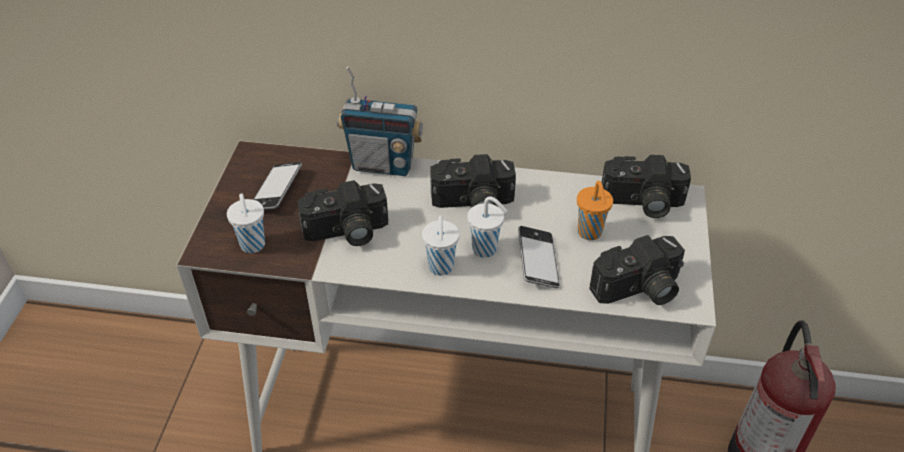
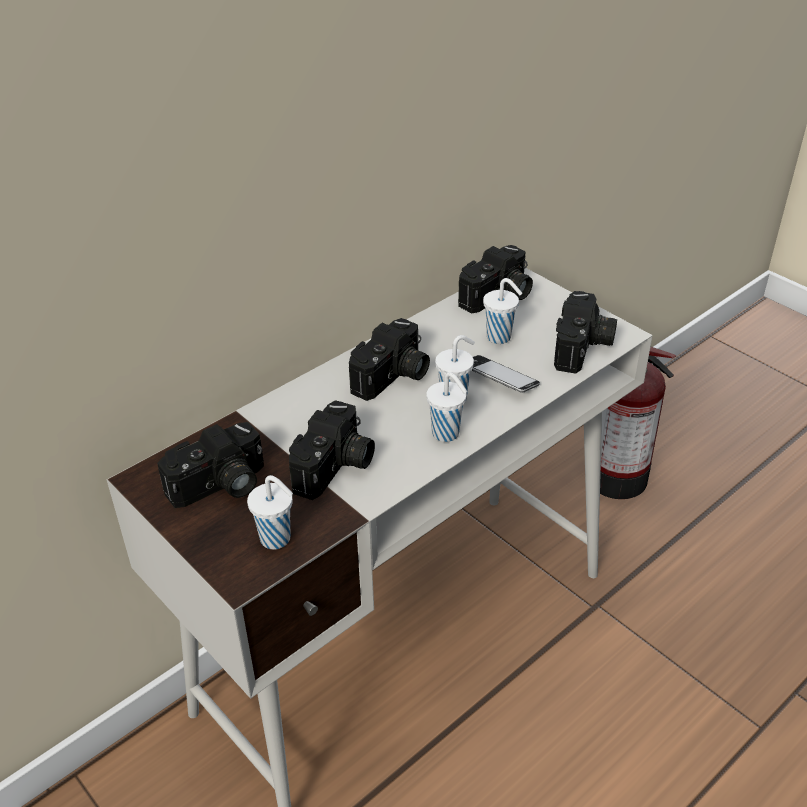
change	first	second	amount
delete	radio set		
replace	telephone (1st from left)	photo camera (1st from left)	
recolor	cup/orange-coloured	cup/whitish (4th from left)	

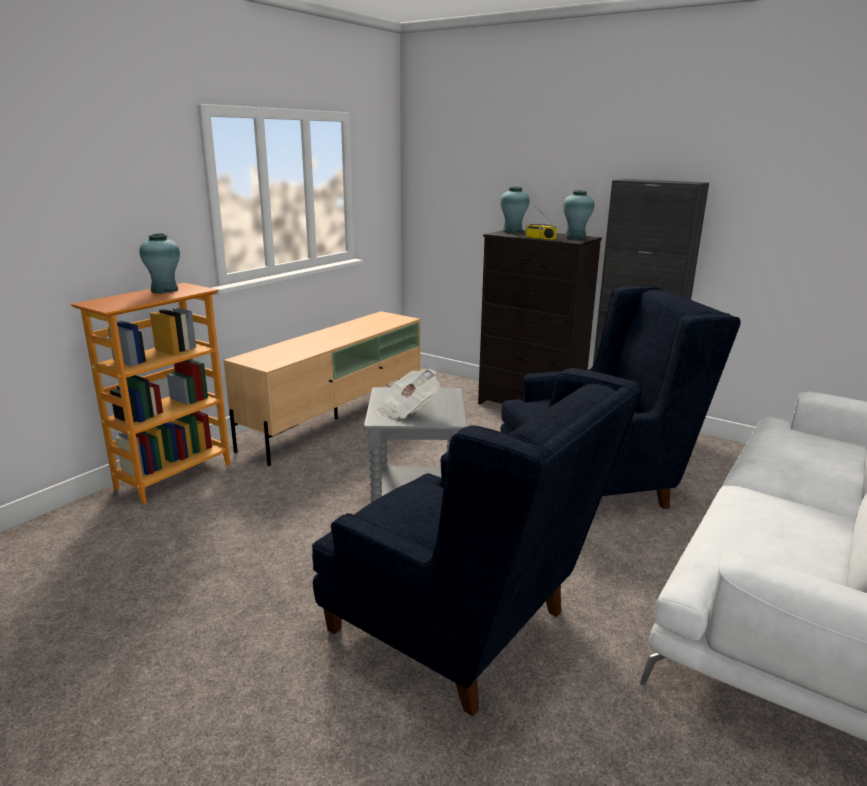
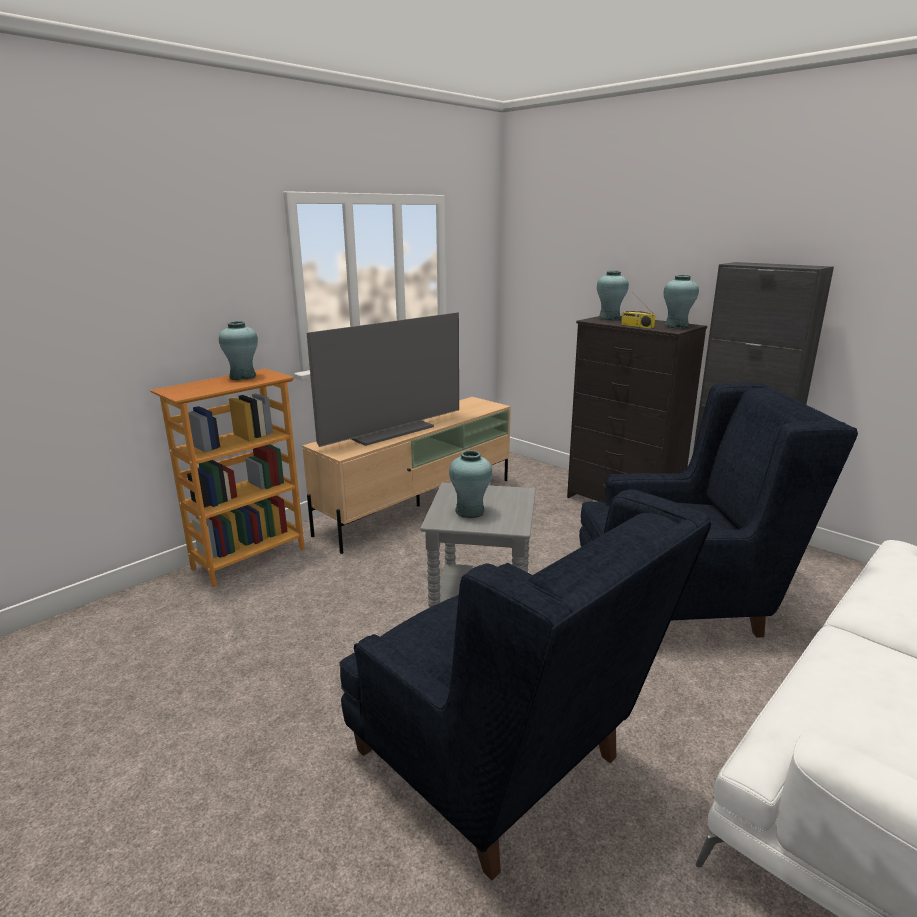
change	first	second	amount
insert		television	
replace	printed paper	vase/blue-green (2nd from left)	

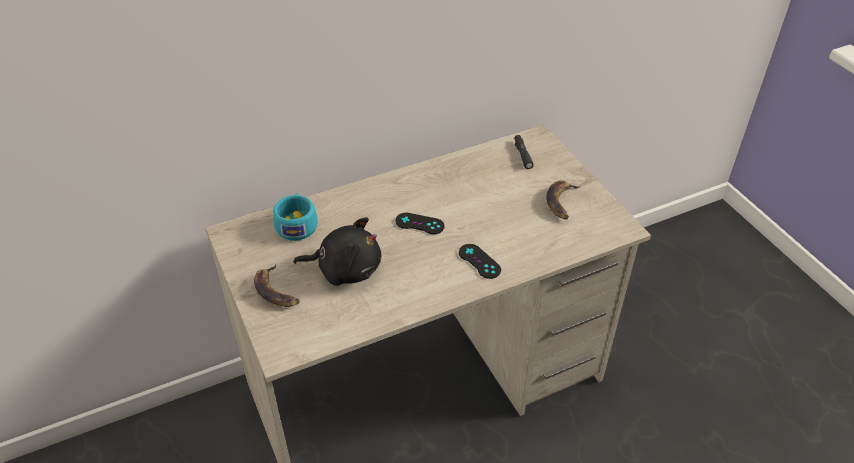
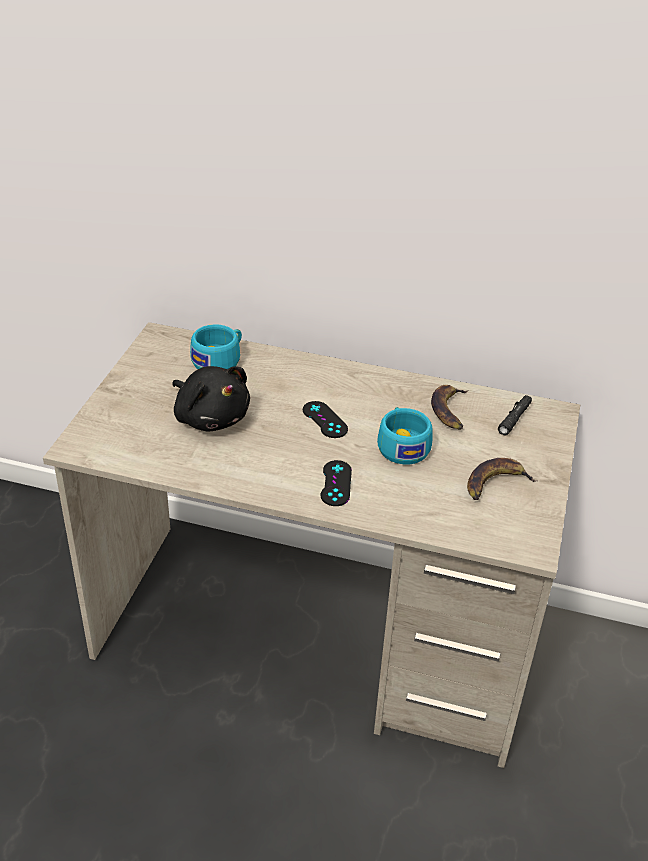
change	first	second	amount
insert		cup/blue-green (2nd from left)	
move	banana (1st from left)		

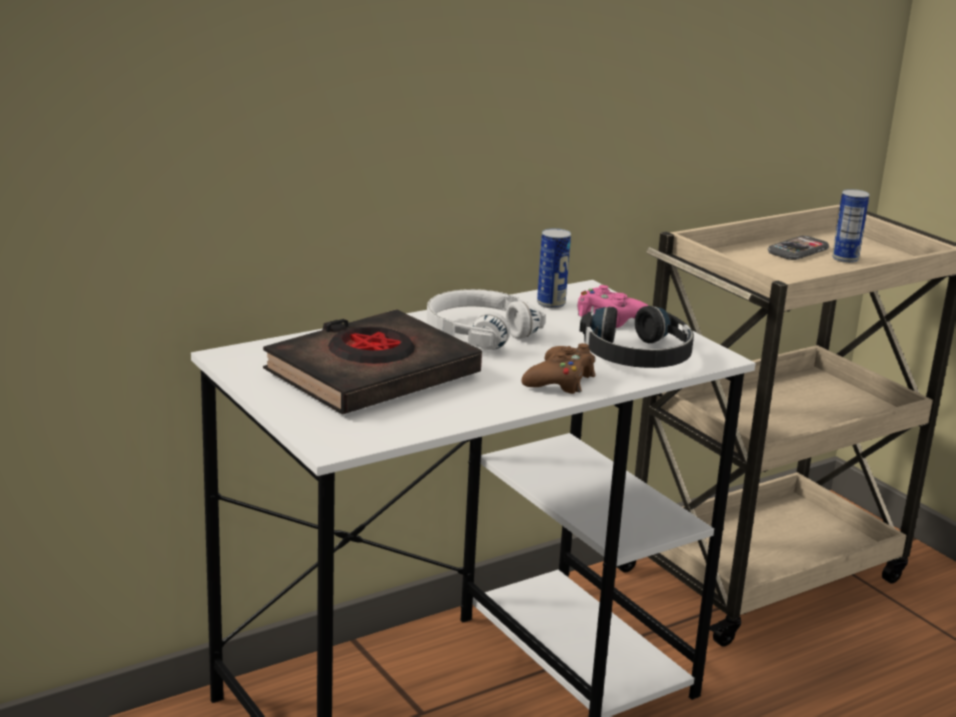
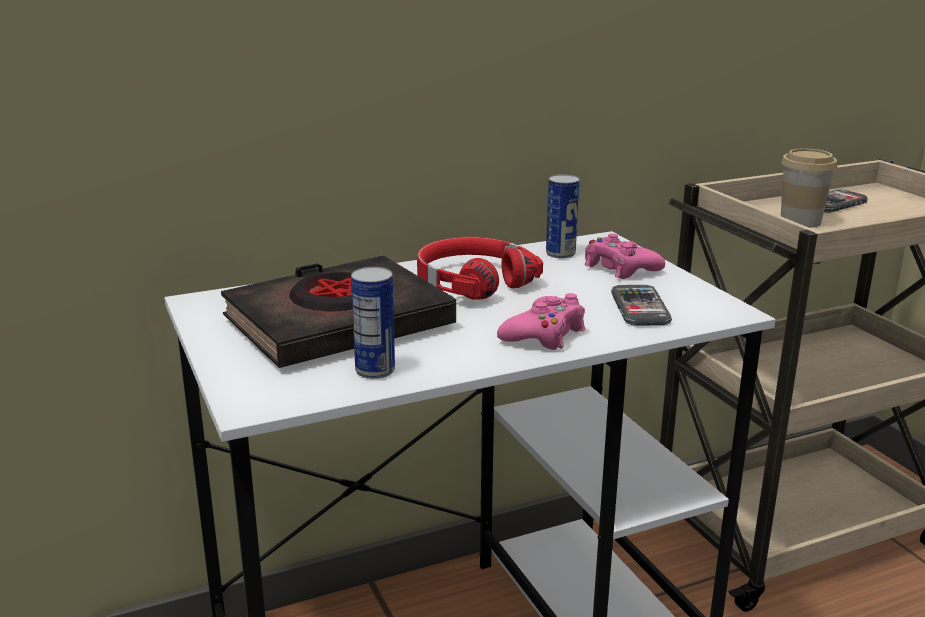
change	first	second	amount
insert		cup	
move	can (2nd from left in the first image)	can (1st from left)	
replace	headphones/black	telephone (1st from left)	
recolor	headphones/whitish	headphones/reddish	
recolor	joypad/brownish	joypad/pinkish (1st from left)	

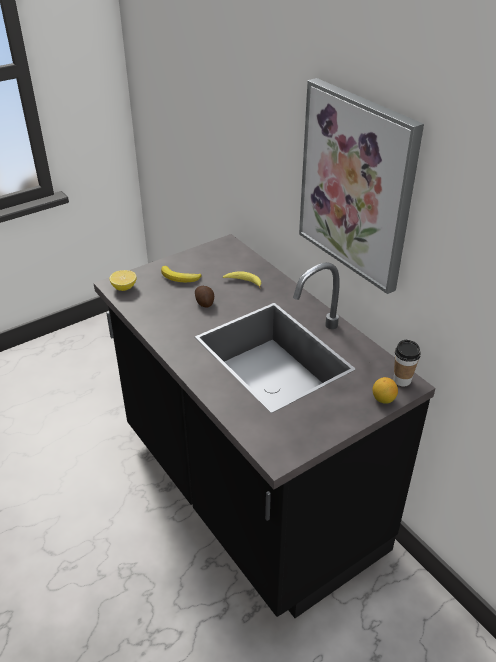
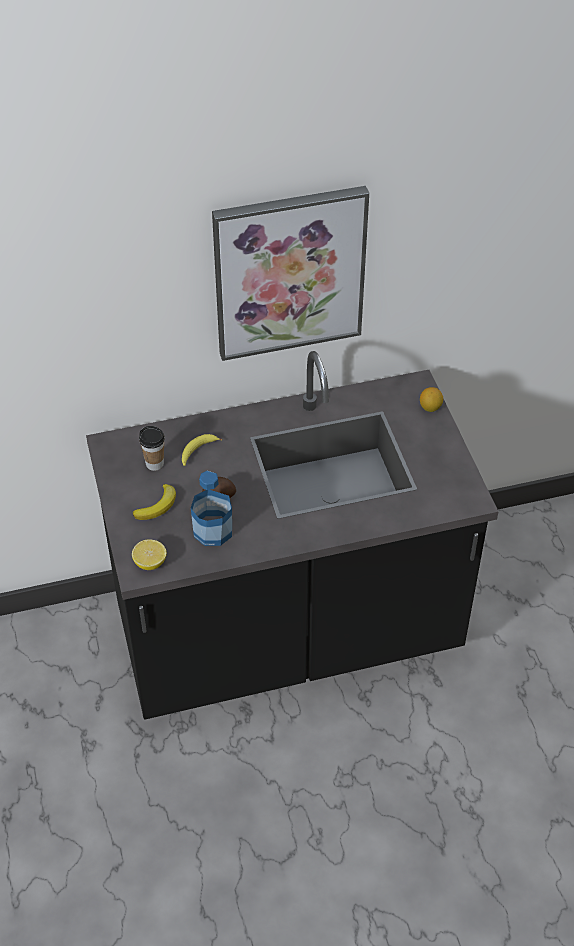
change	first	second	amount
insert		beverage bottle	
move	cup		

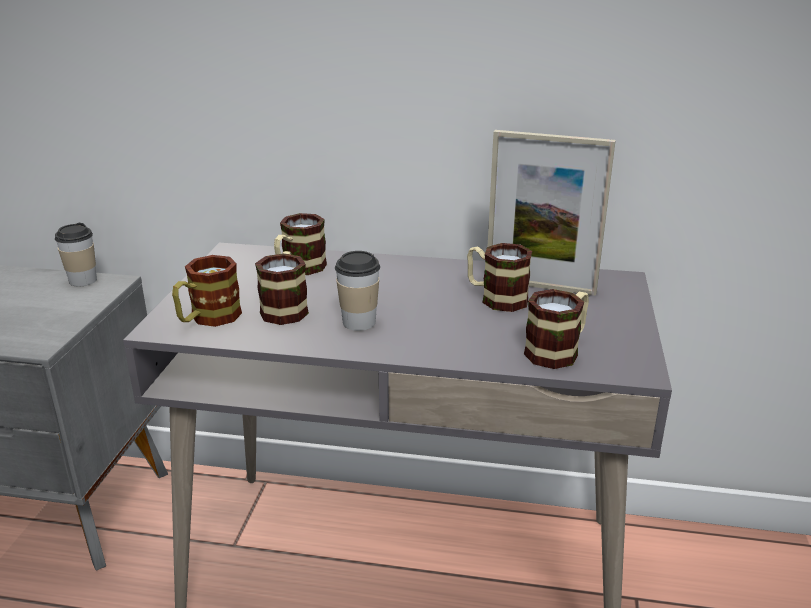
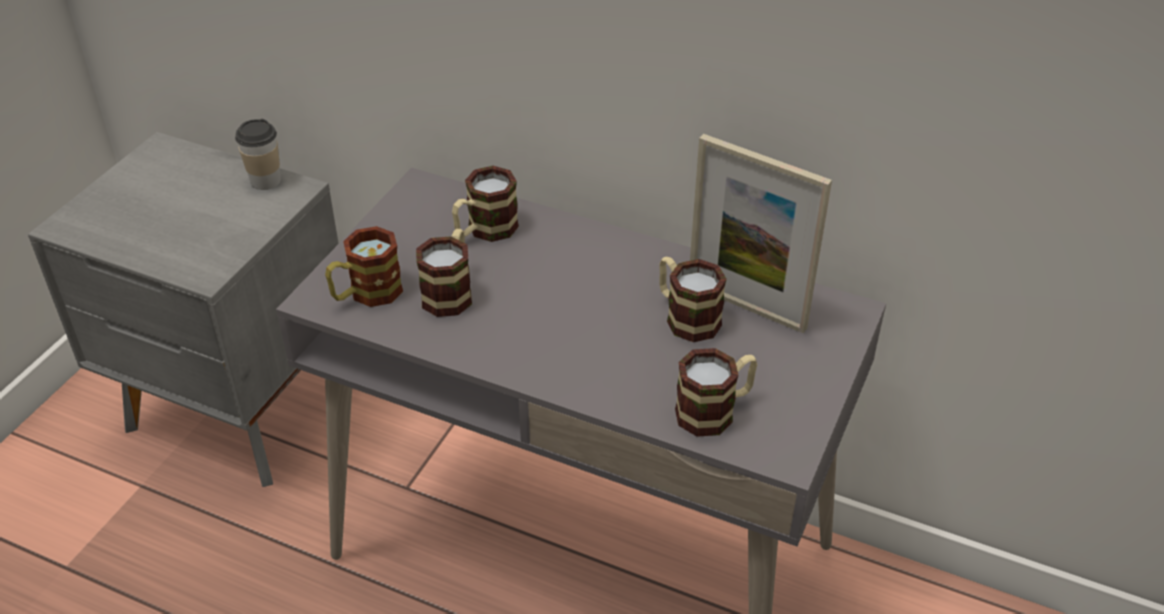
change	first	second	amount
delete	cup (2nd from left)		

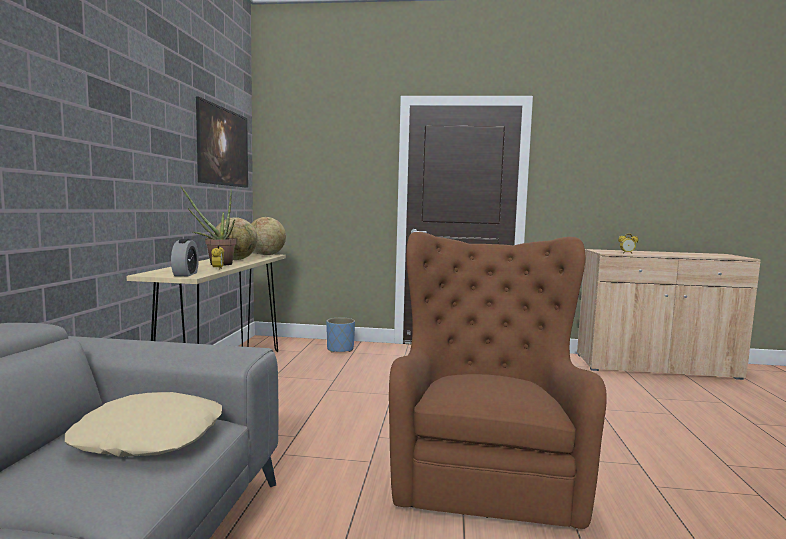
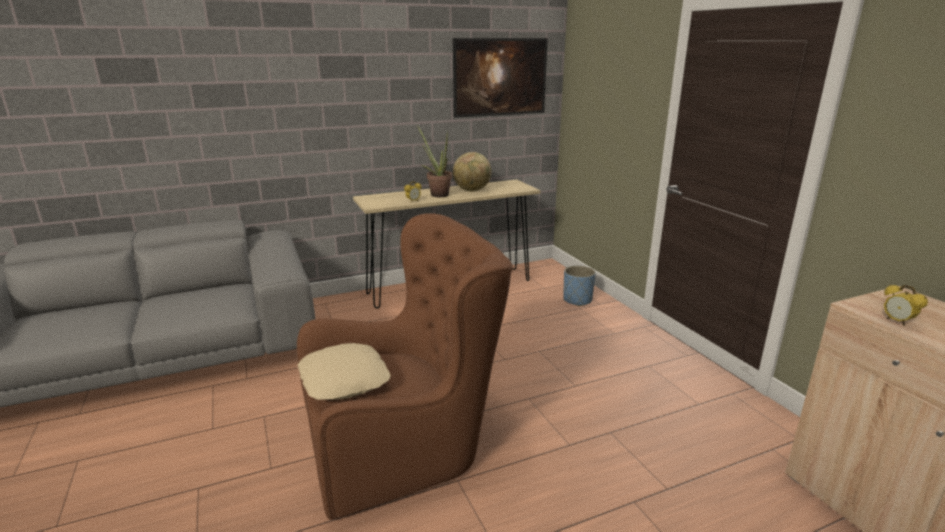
change	first	second	amount
delete	bedside clock (1st from left)		
delete	desk globe (2nd from left)		
move	throw pillow/beige		

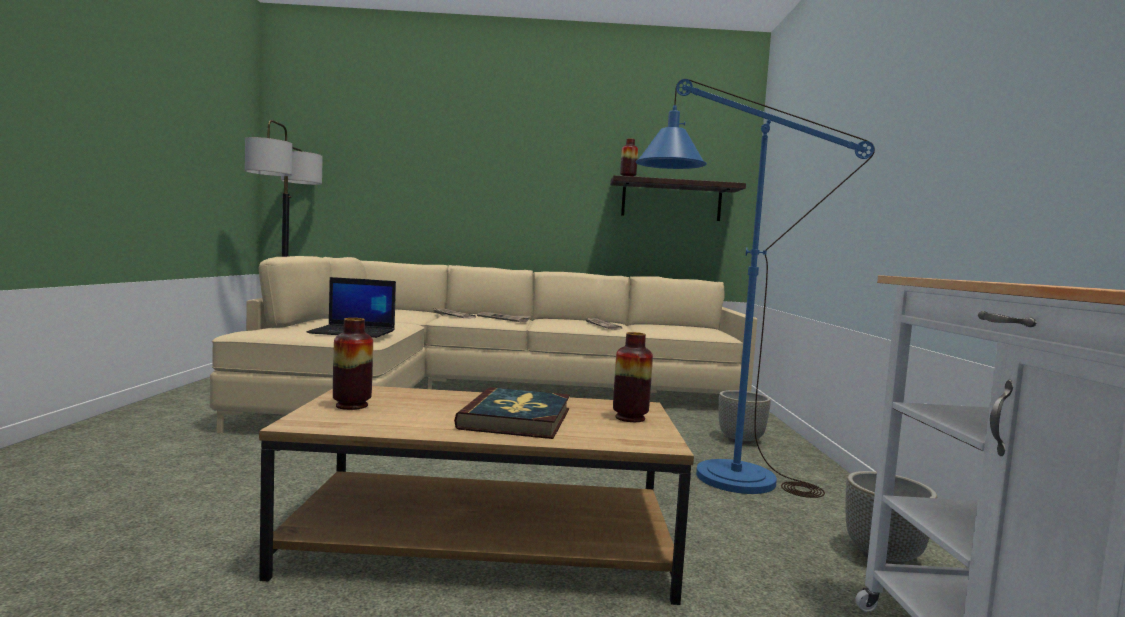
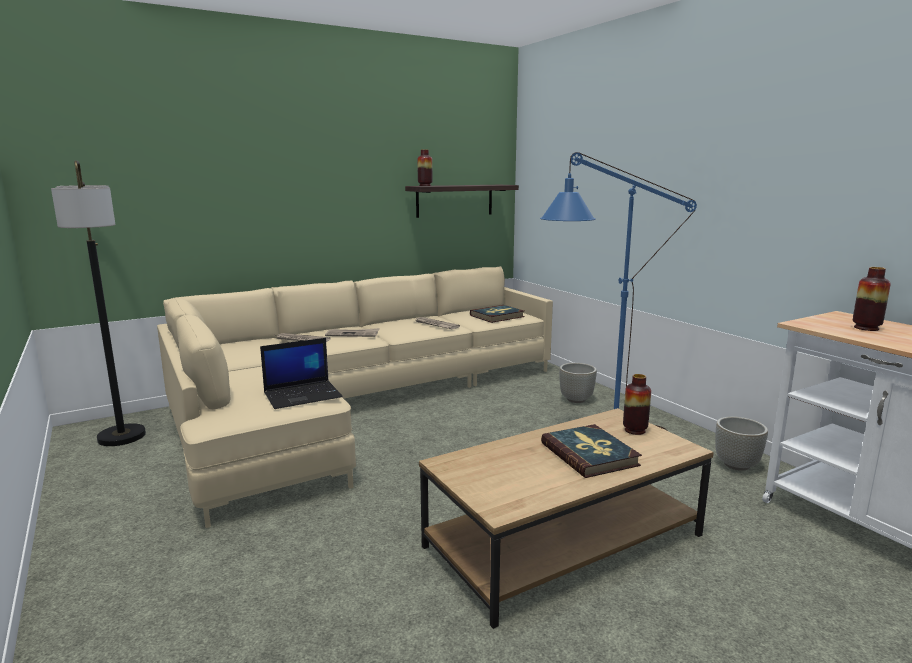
change	first	second	amount
insert		bound book (1st from left)	
move	vase (1st from left in the first image)	vase (3rd from left)	

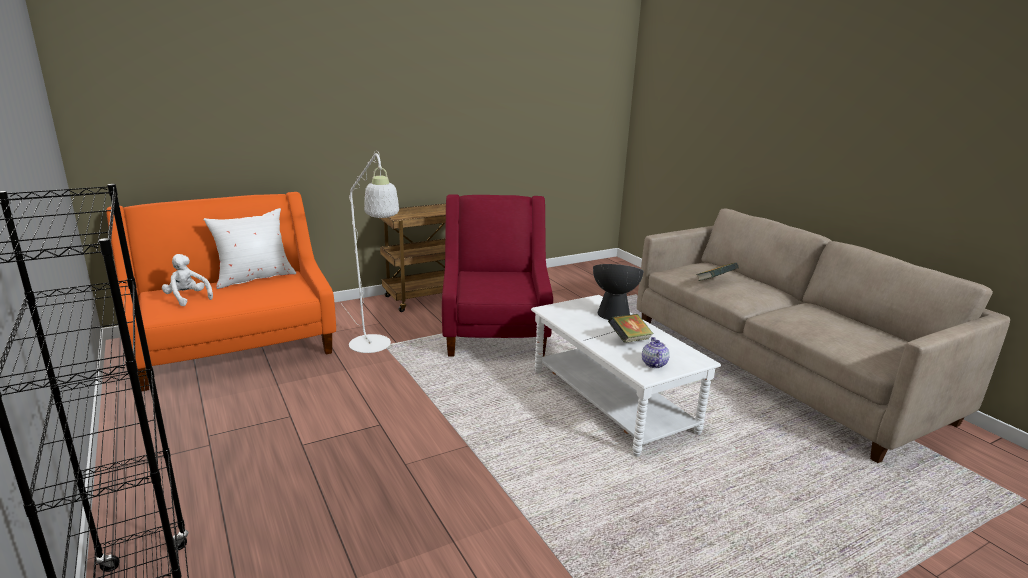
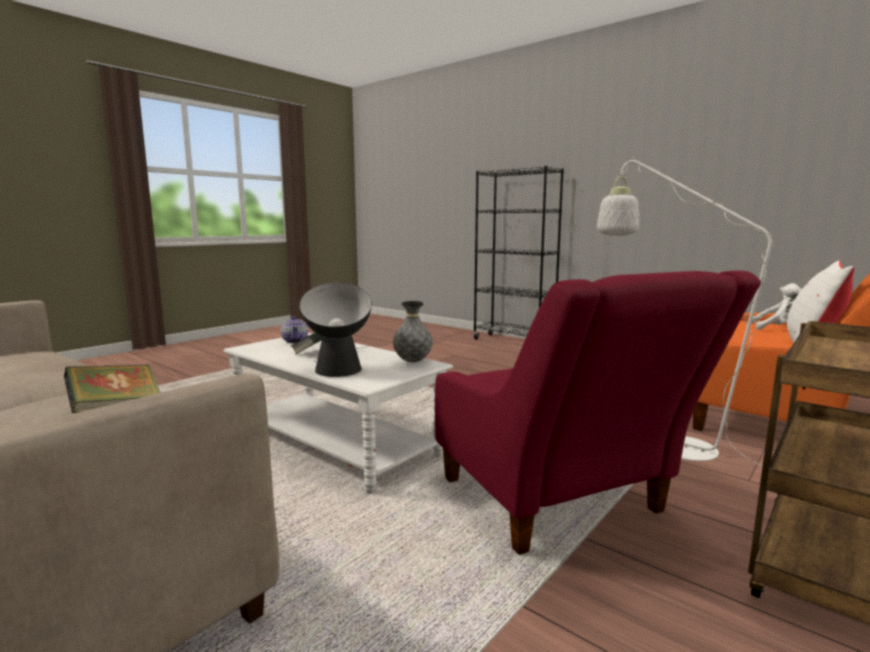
change	first	second	amount
insert		vase/grey	

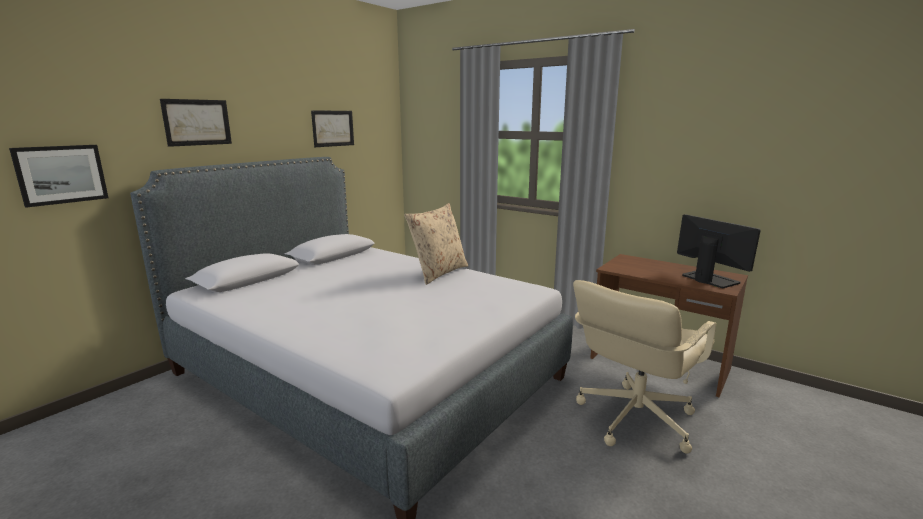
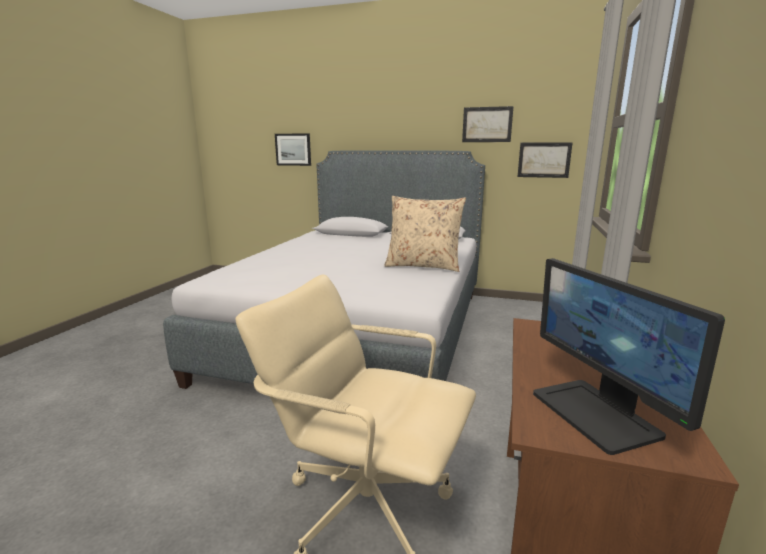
change	first	second	amount
move	picture (2nd from left in the first image)	picture (3rd from left)	
rotate	computer display		120 degrees clockwise

